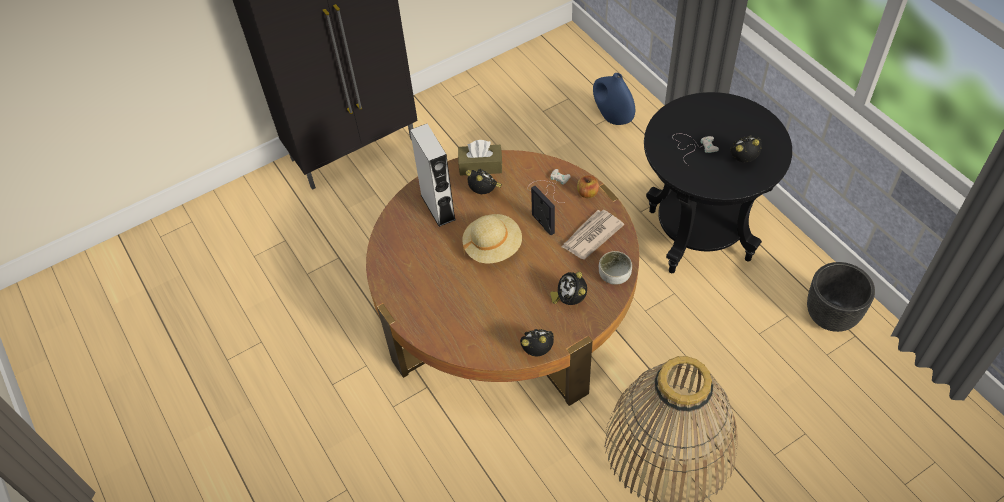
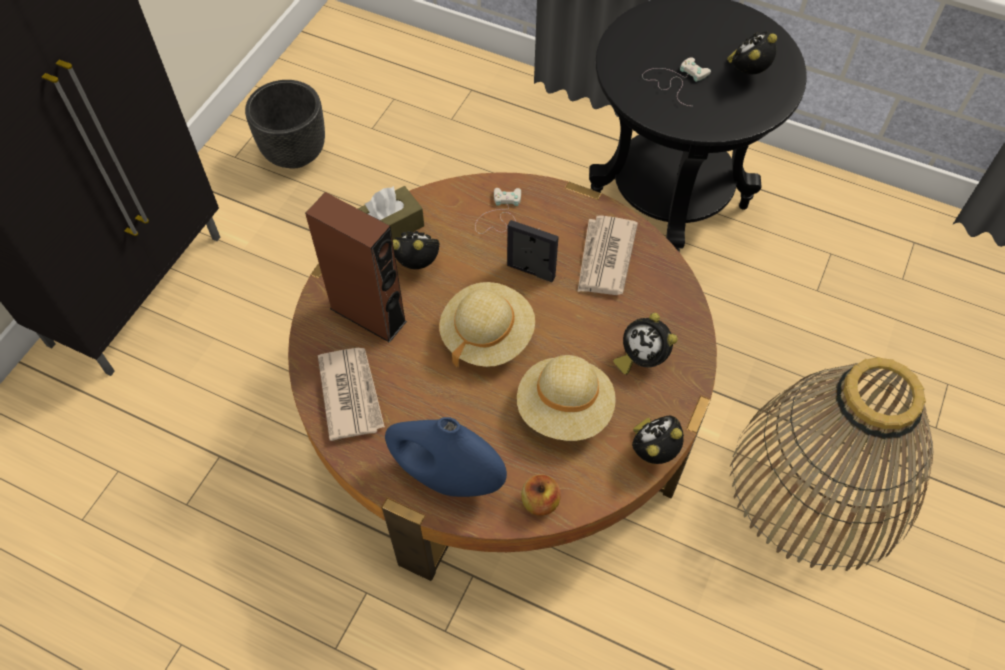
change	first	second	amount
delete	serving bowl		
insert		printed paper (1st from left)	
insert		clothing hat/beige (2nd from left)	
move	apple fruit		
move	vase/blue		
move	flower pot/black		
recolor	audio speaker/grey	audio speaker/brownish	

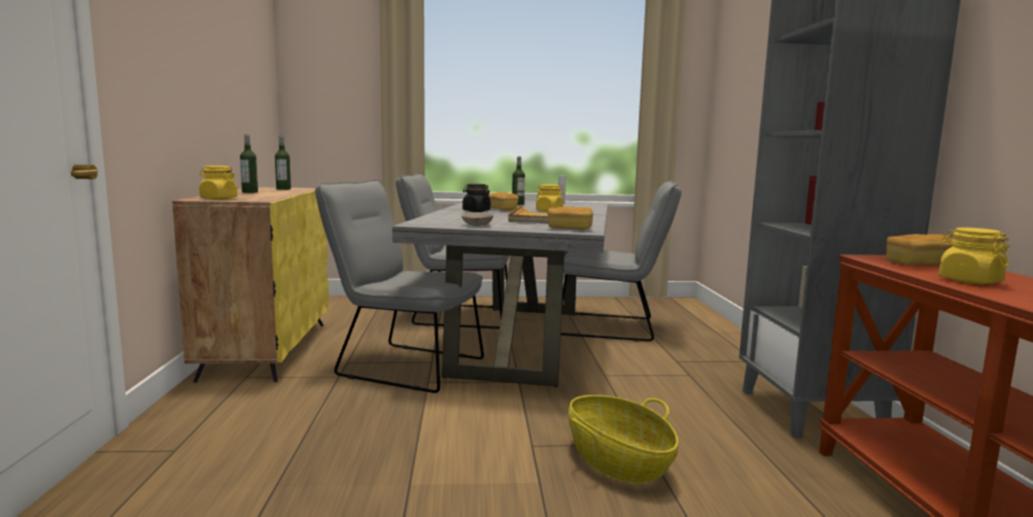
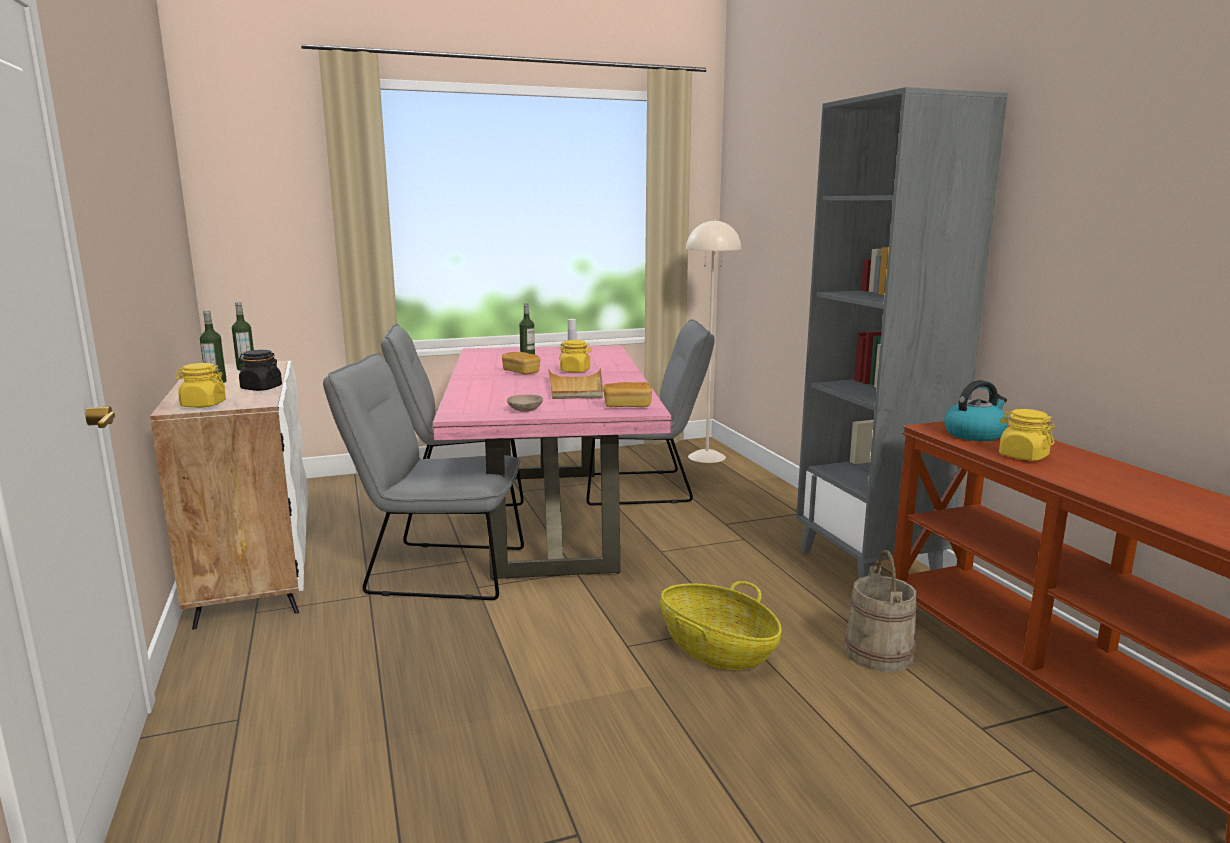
change	first	second	amount
insert		floor lamp/beige	
insert		bucket/beige	
move	storage jar/black		
replace	bakery bread (3rd from left)	tea kettle	
recolor	cupboard/yellow-coloured	cupboard/whitish	
recolor	dining table/grey	dining table/pinkish	

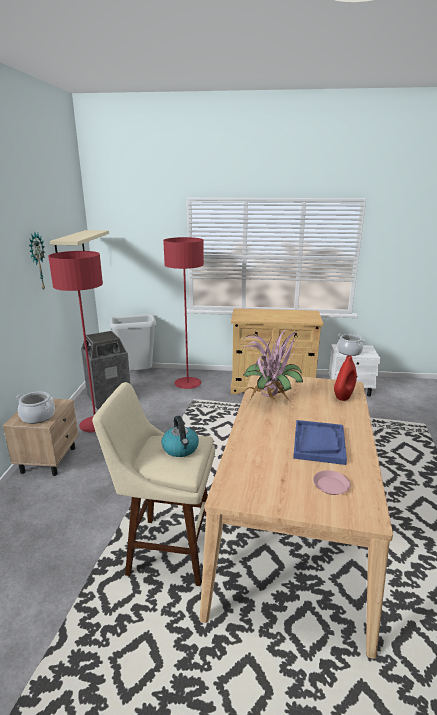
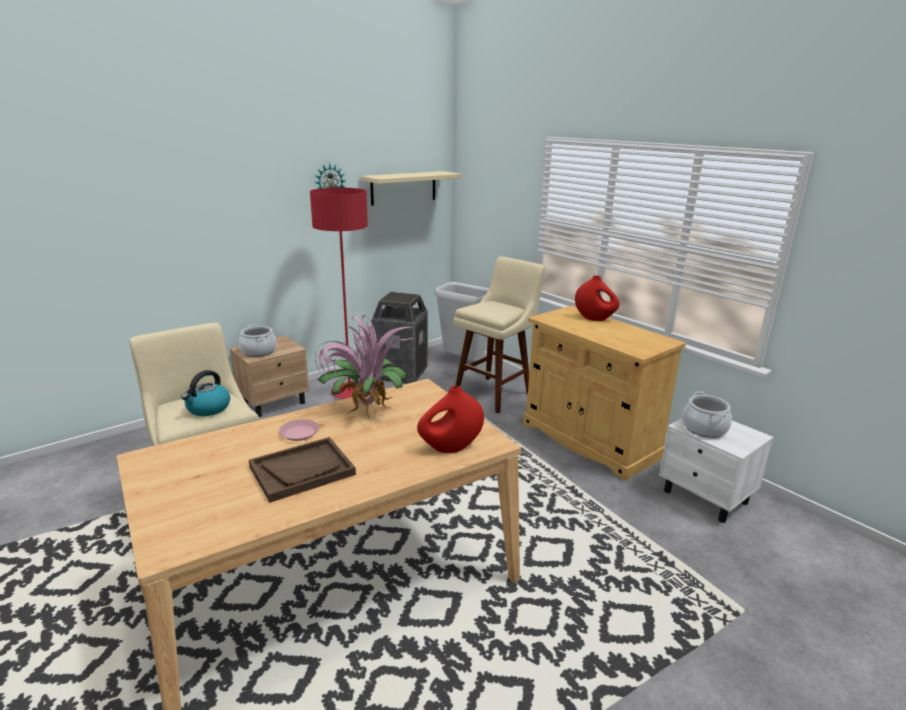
change	first	second	amount
insert		vase/reddish (2nd from left)	
move	flat dish/pinkish		
replace	floor lamp/reddish (2nd from left)	stool/beige (2nd from left)	
recolor	carrying tray/blue	carrying tray/brownish	

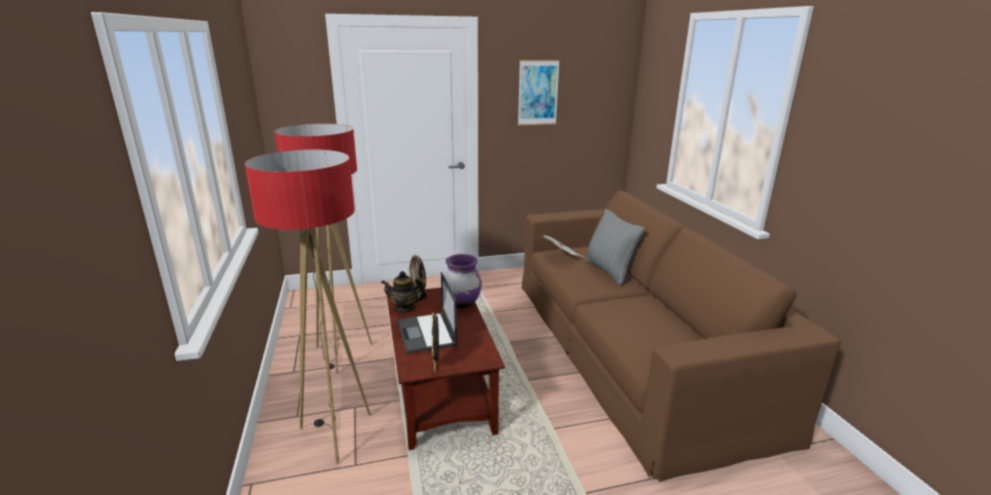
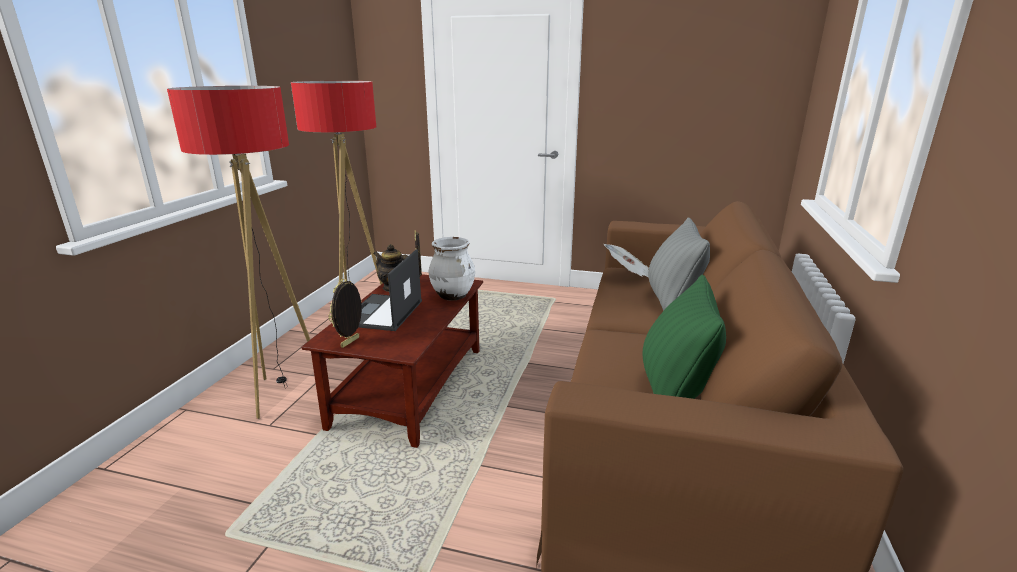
change	first	second	amount
delete	picture		
insert		throw pillow/green-coloured	
recolor	vase/purple	vase/whitish	

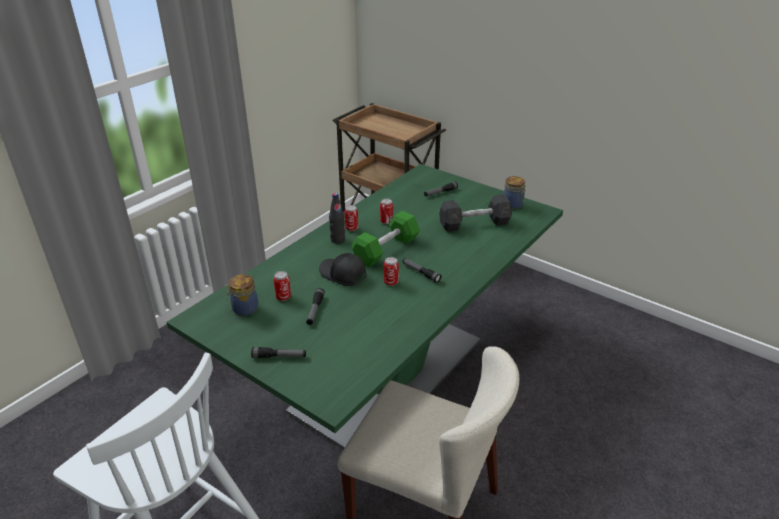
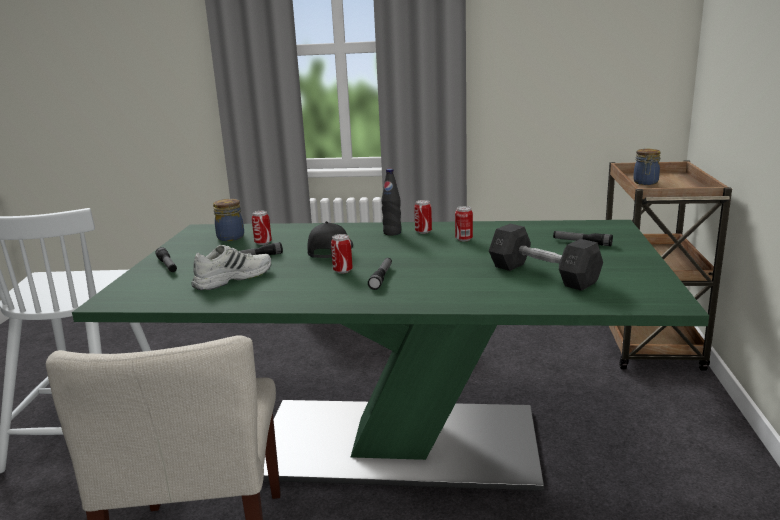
change	first	second	amount
delete	hand weight/green-coloured		
insert		low shoe/whitish	
move	storage jar (2nd from left)		

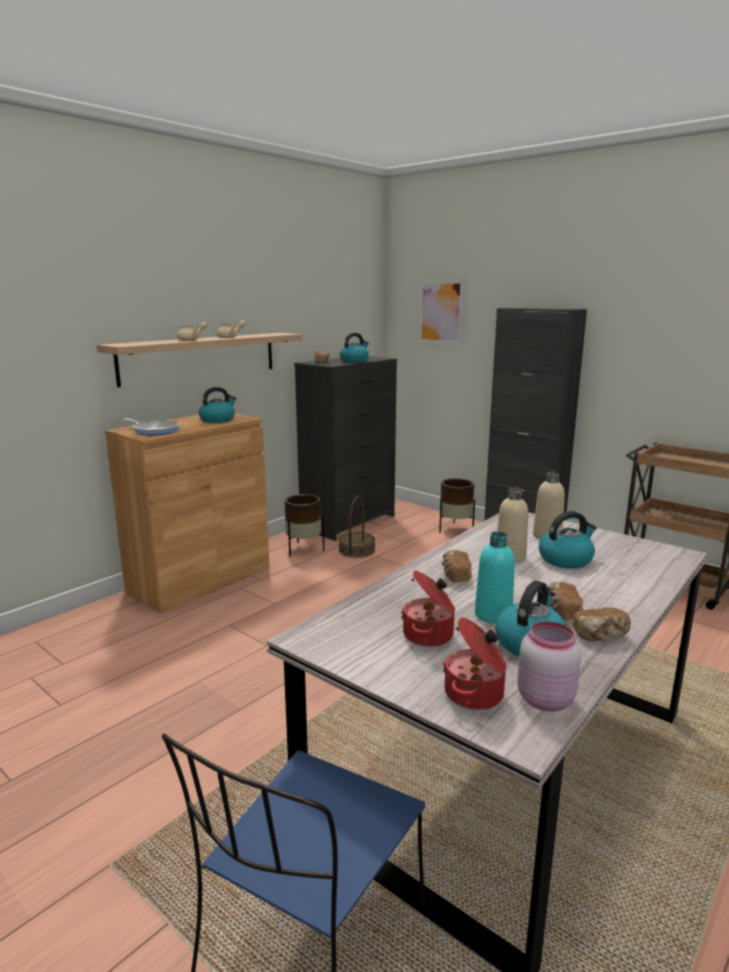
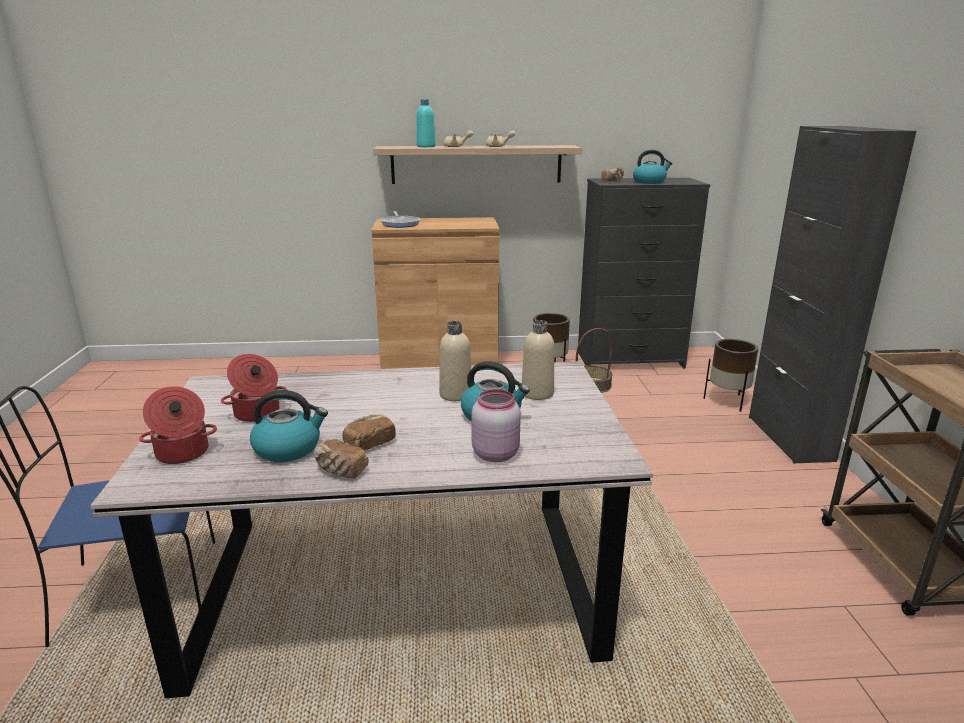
change	first	second	amount
delete	tea kettle (1st from left)		
delete	picture		
delete	bakery bread (2nd from left)		
move	beverage bottle/blue-green		
move	storage jar/pinkish		

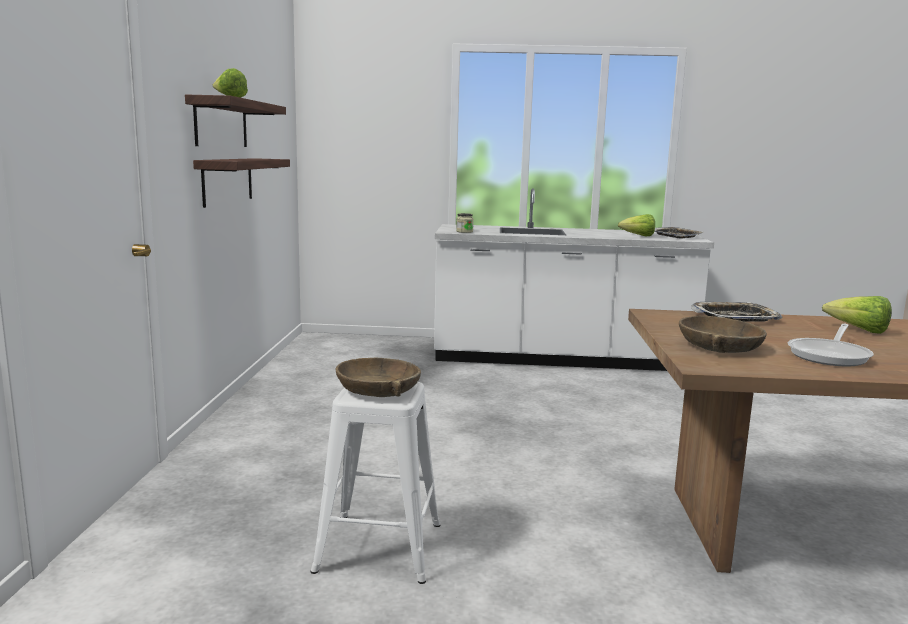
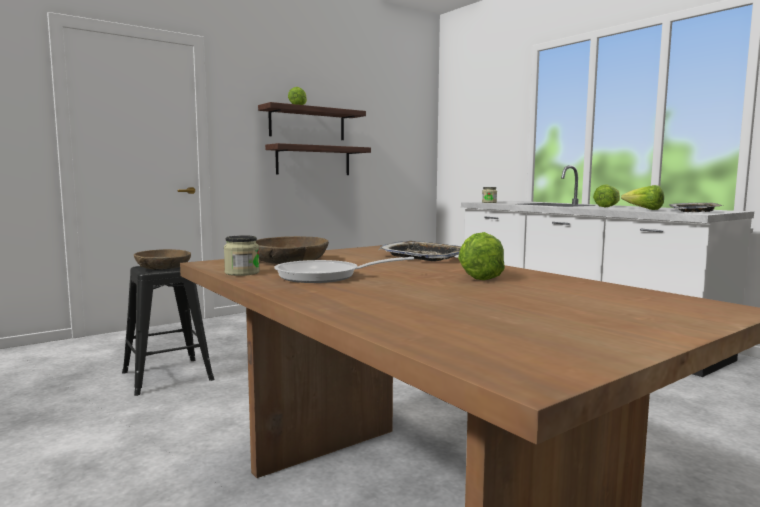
change	first	second	amount
insert		storage jar (1st from left)	
insert		lettuce (3rd from left)	
recolor	stool/whitish	stool/black	

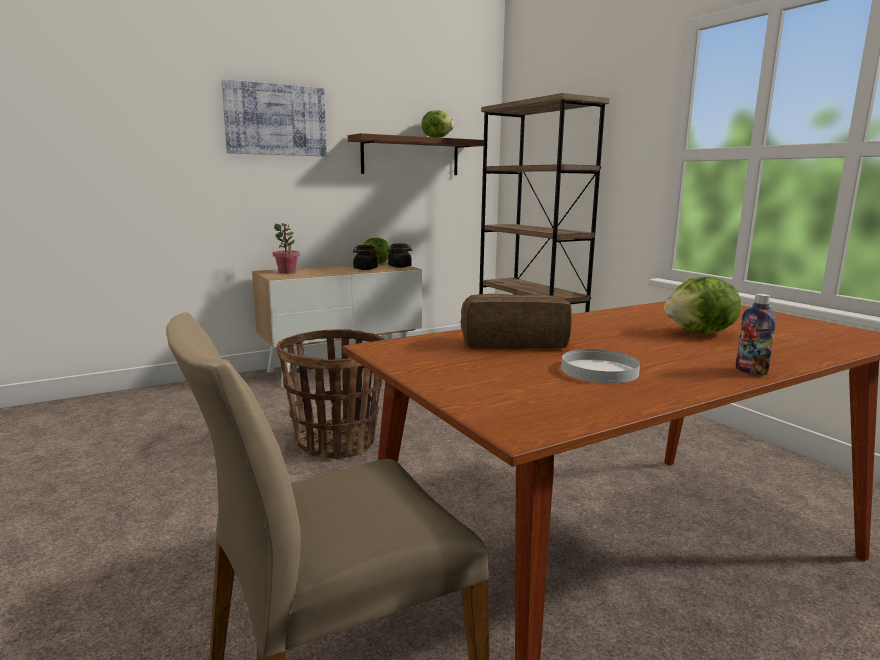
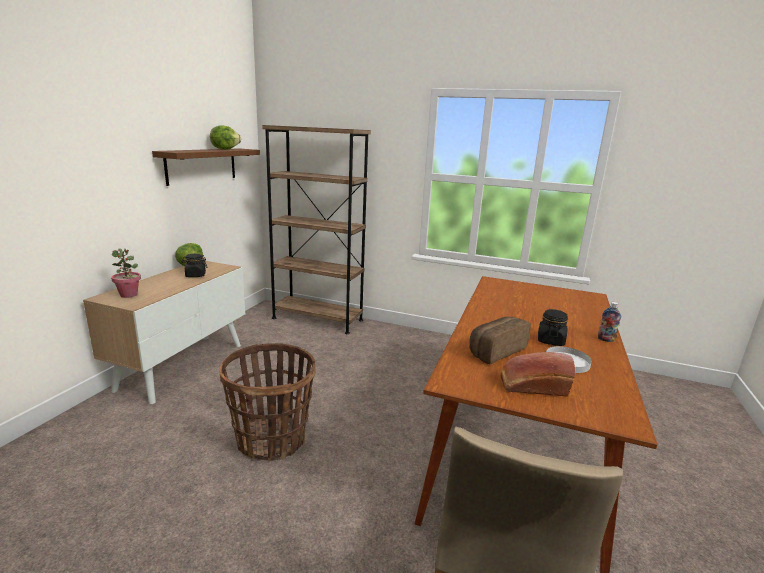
change	first	second	amount
delete	picture		
delete	lettuce (3rd from left)		
insert		bakery bread (2nd from left)	
move	storage jar/black (2nd from left)		

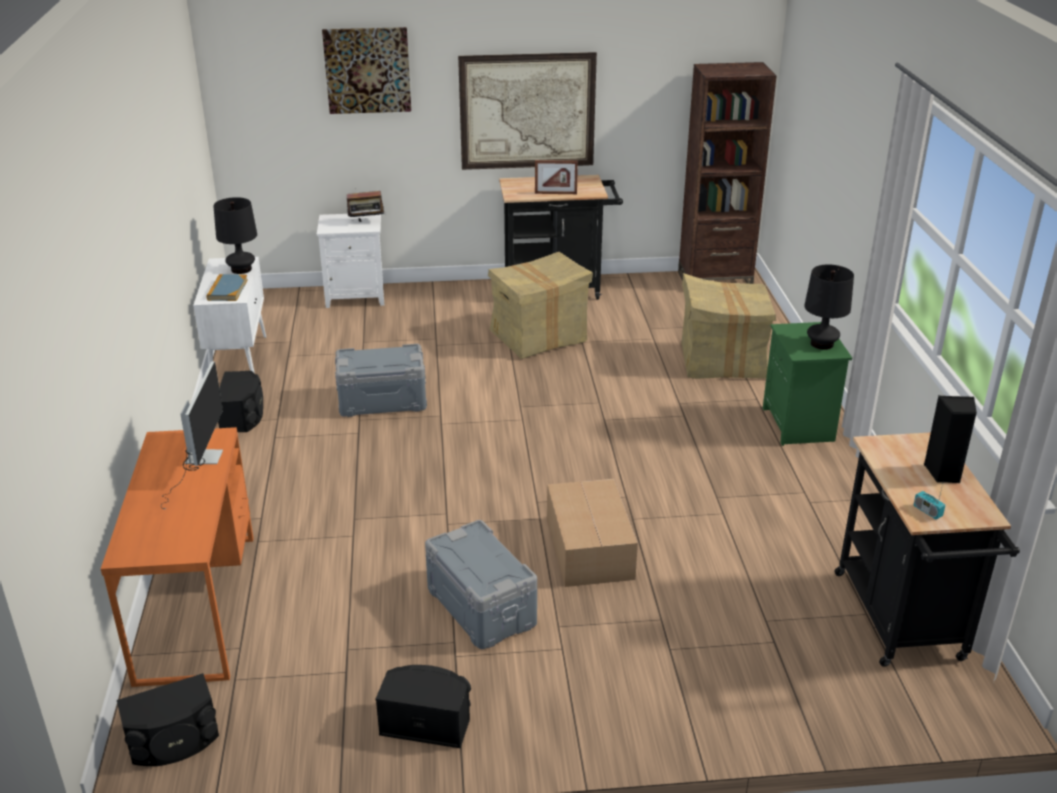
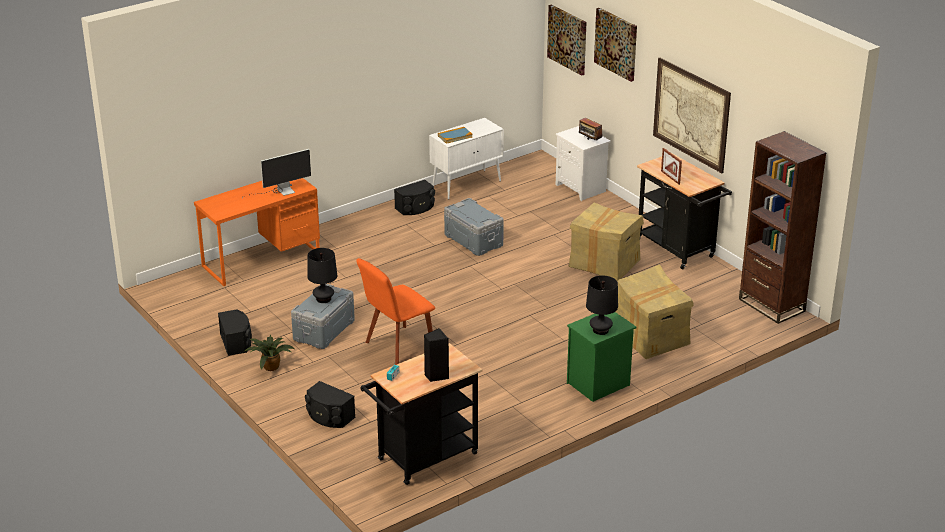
change	first	second	amount
insert		plant in a pot	
insert		picture (1st from left)	
move	audio speaker/black (1st from left in the first image)	audio speaker/black (2nd from left)	
move	lamp for a table/black (1st from left)		
replace	cardboard box (2nd from left)	chair/orange-coloured	

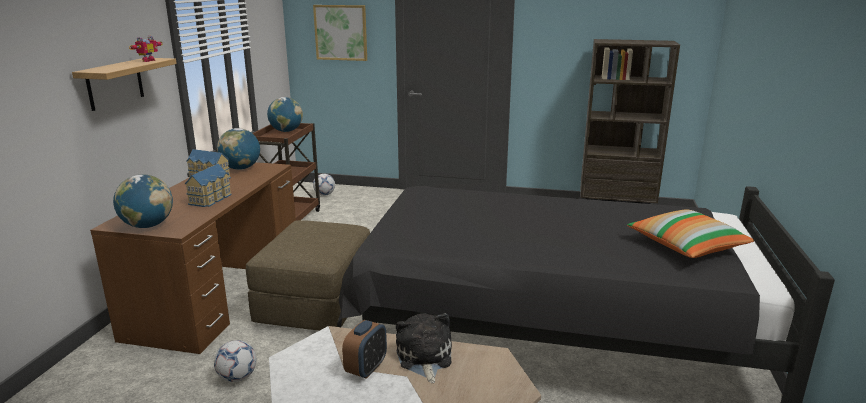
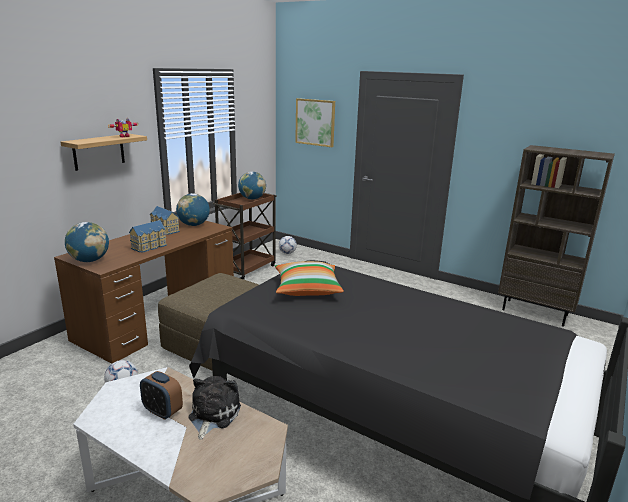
change	first	second	amount
move	throw pillow		
rotate	bedside clock		75 degrees clockwise

